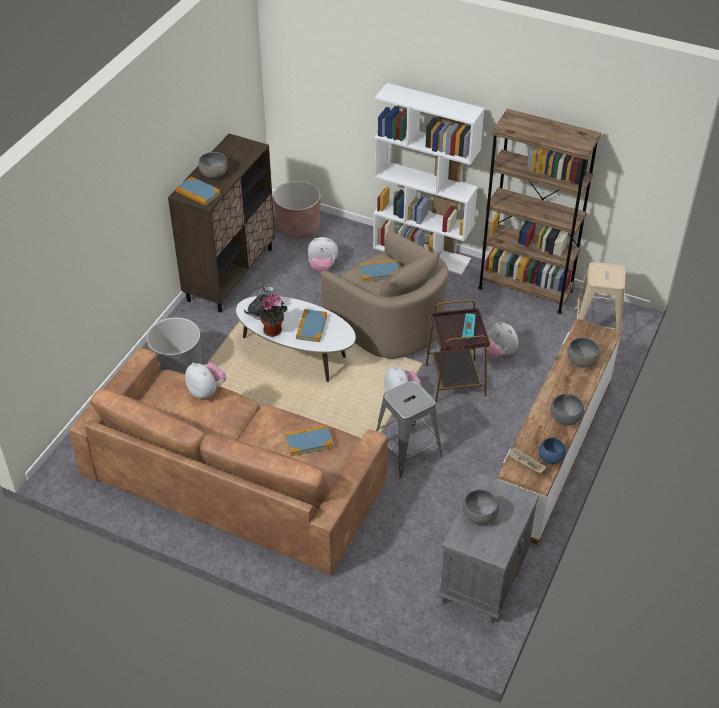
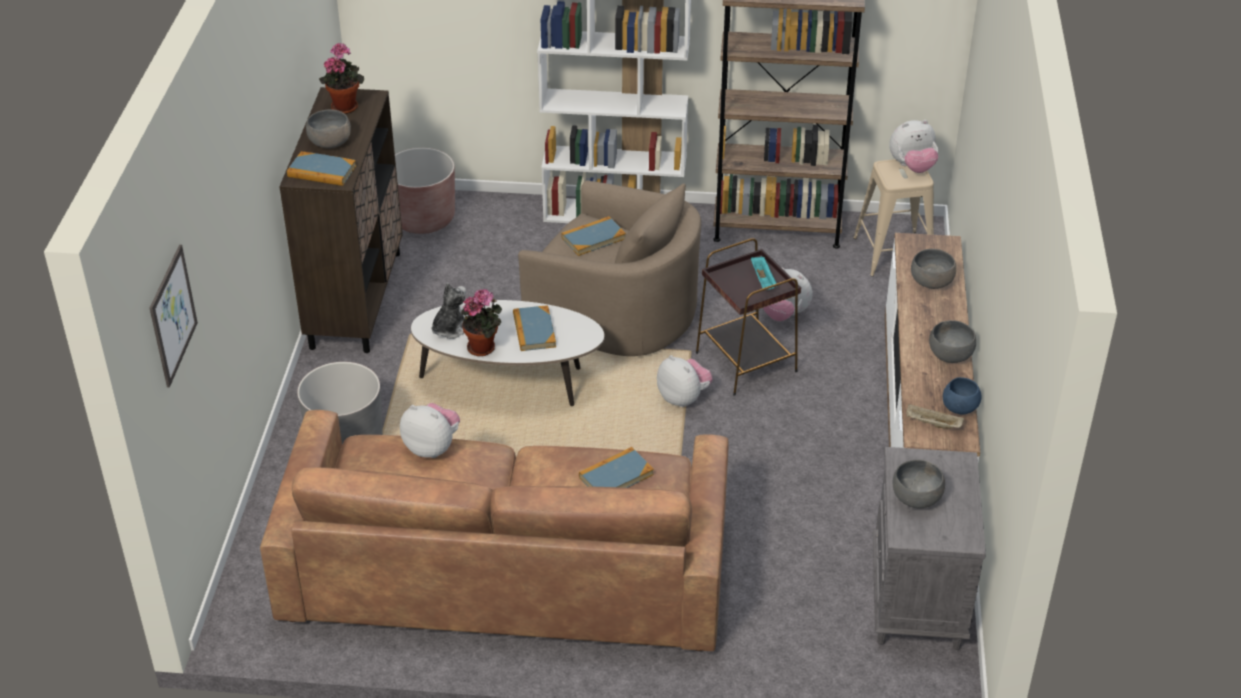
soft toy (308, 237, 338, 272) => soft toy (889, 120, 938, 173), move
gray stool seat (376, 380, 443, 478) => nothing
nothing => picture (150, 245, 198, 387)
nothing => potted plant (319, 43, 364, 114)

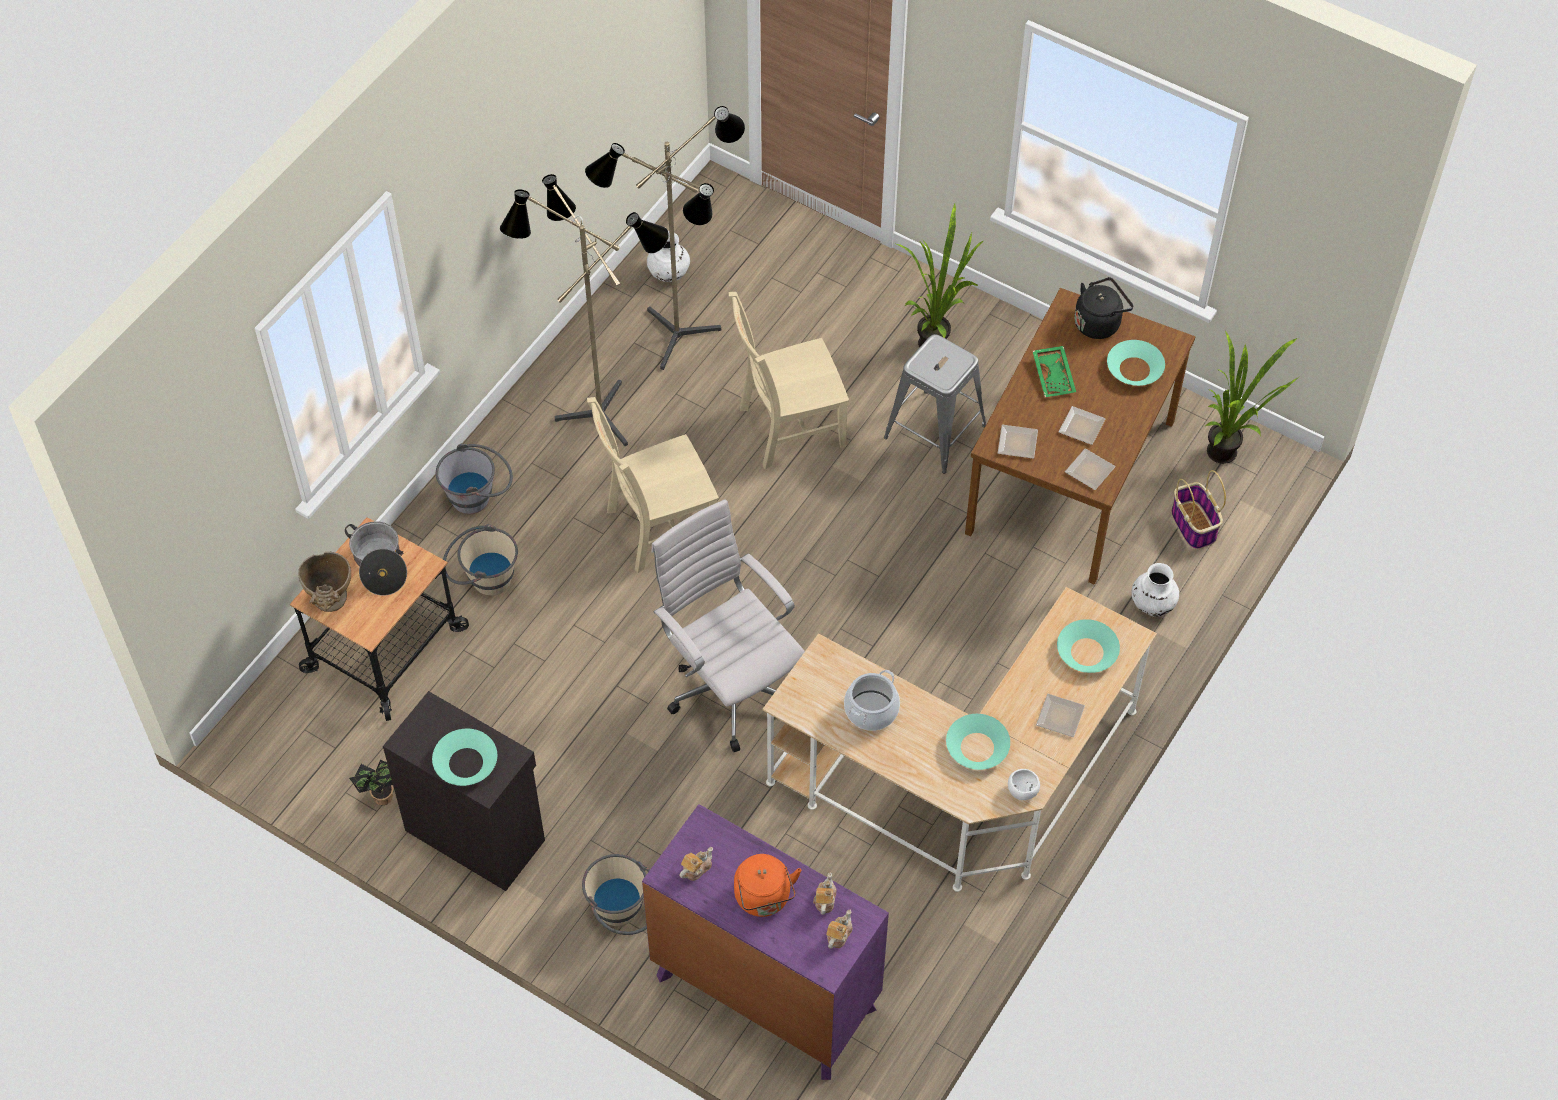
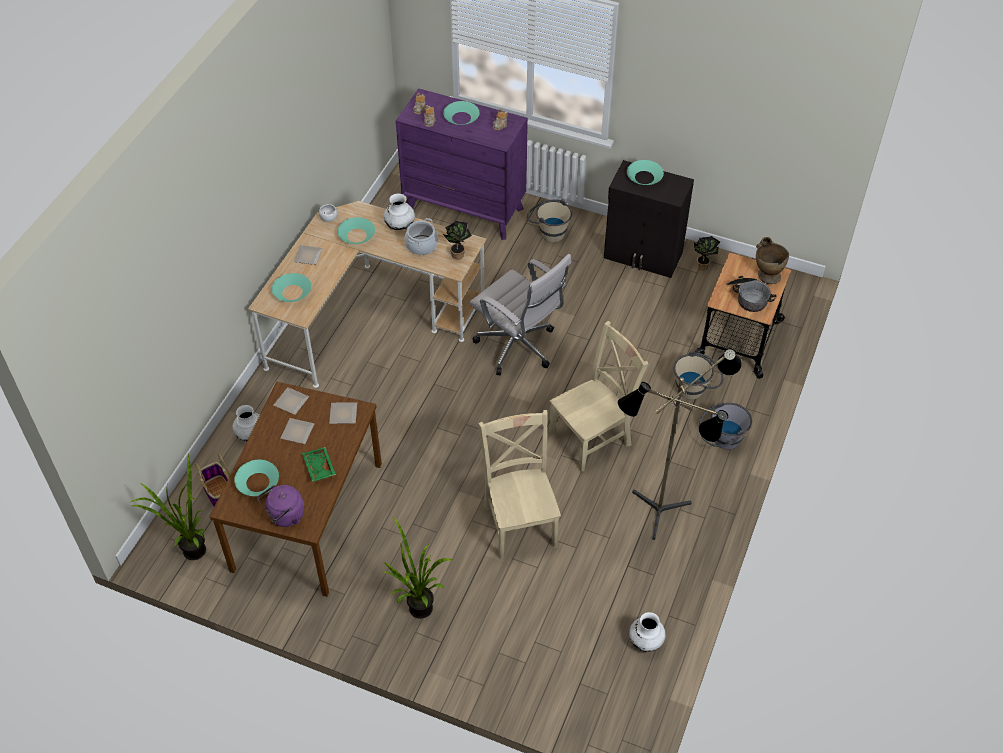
standard lamp (585, 106, 745, 370) => nothing
beige-coloured chair (729, 292, 849, 469) => beige-coloured chair (478, 410, 561, 559), 75 degrees counterclockwise
orange-coloured kettle (734, 854, 801, 917) => turquoise-coloured serving bowl (443, 101, 480, 125)
gray stool seat (884, 334, 986, 474) => nothing
blackish kettle (1074, 277, 1133, 339) => purple kettle (257, 485, 304, 527)
nothing => white-coloured vase (384, 193, 415, 231)
nothing => potted plant (443, 221, 472, 260)

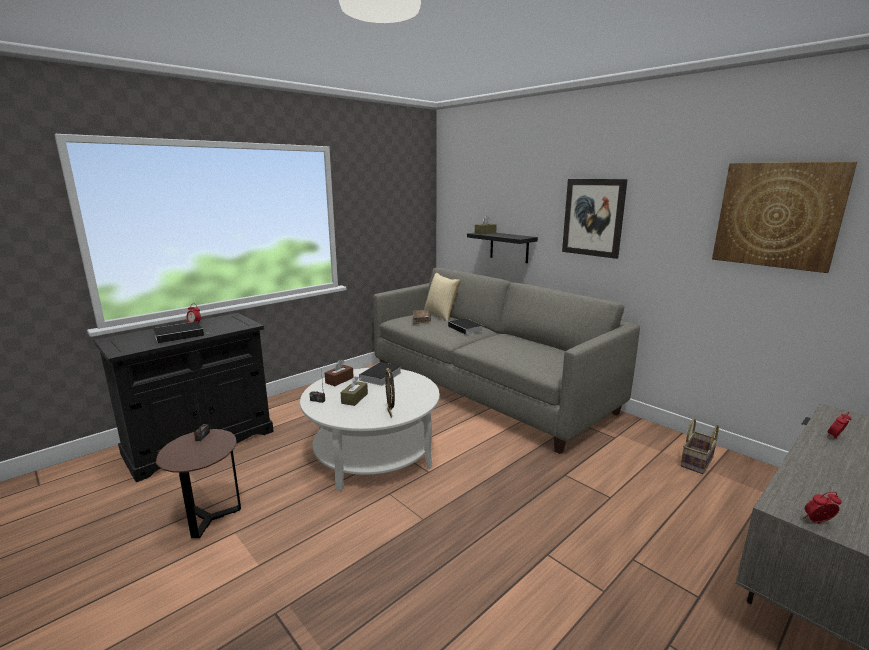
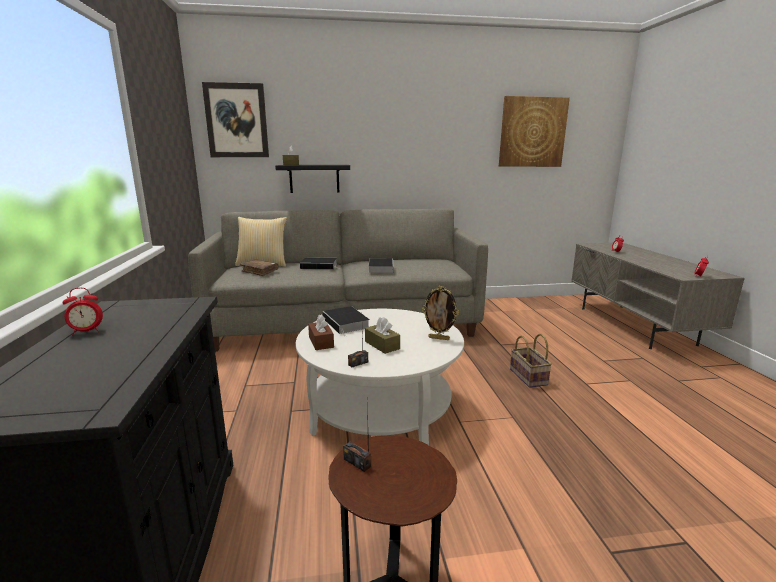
volume (153, 322, 212, 343) => volume (368, 258, 394, 273), move
picture (562, 179, 628, 259) => picture (202, 82, 269, 157), move
basket (680, 418, 719, 474) => basket (510, 334, 552, 388), move

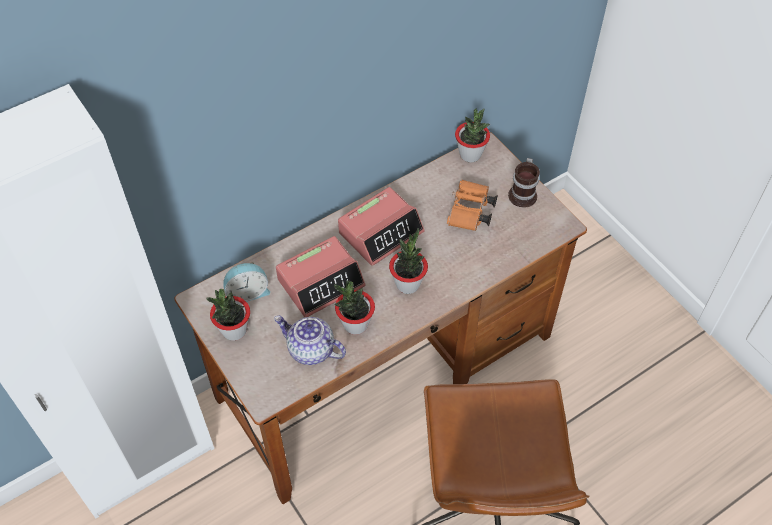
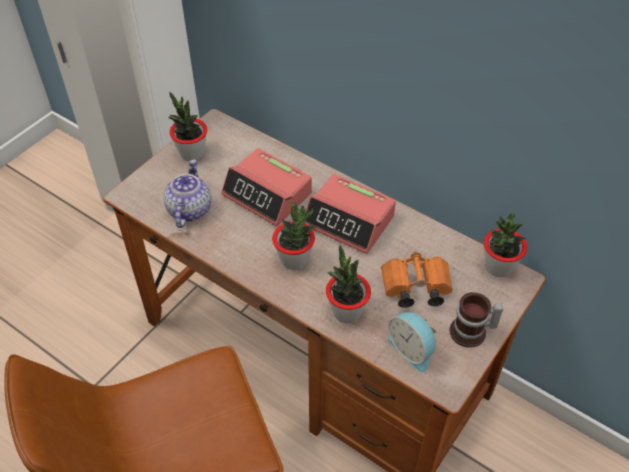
alarm clock (223, 262, 270, 302) => alarm clock (387, 312, 437, 373), move
potted plant (334, 280, 375, 335) => potted plant (326, 245, 371, 323), move

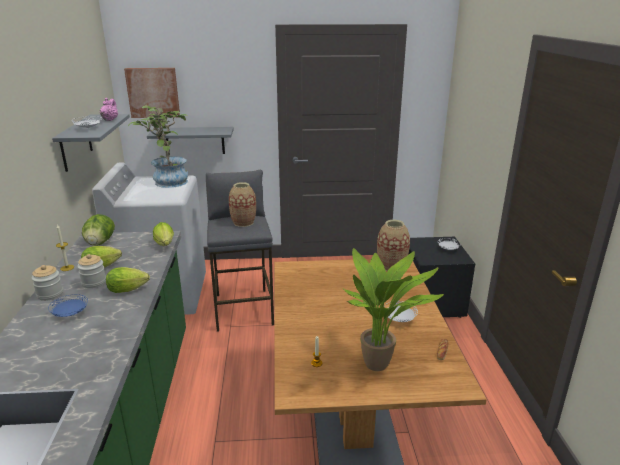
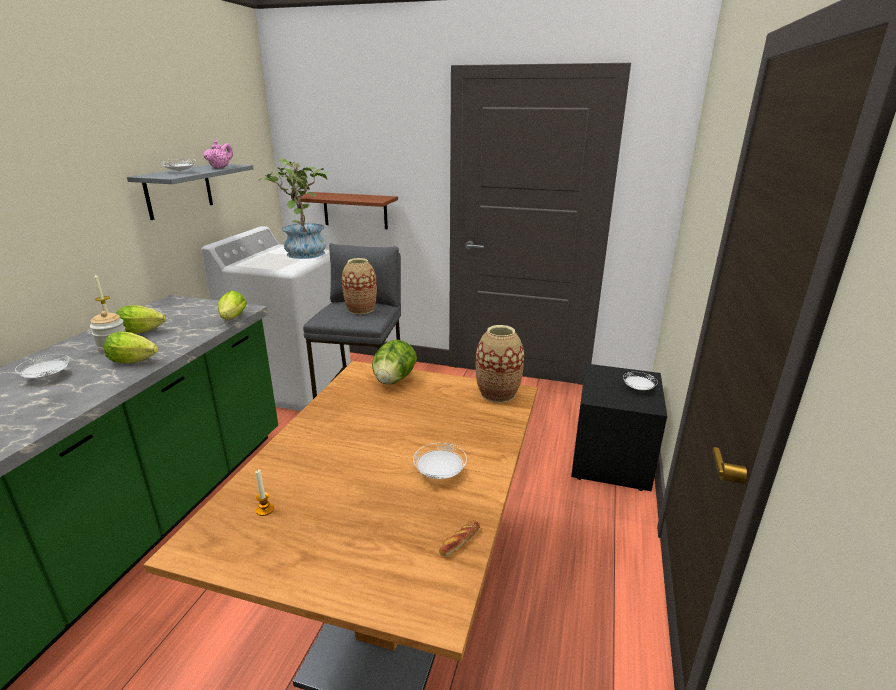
preserve jar (32, 265, 63, 301) => nothing
bluish plate (48, 294, 88, 317) => white-coloured plate (15, 354, 69, 379)
head of lettuce (82, 214, 115, 246) => head of lettuce (372, 340, 417, 385), move
picture (124, 68, 180, 118) => nothing
gray wall shelf (147, 127, 234, 154) => brown-coloured wall shelf (296, 192, 398, 229)
potted plant (344, 248, 444, 371) => nothing

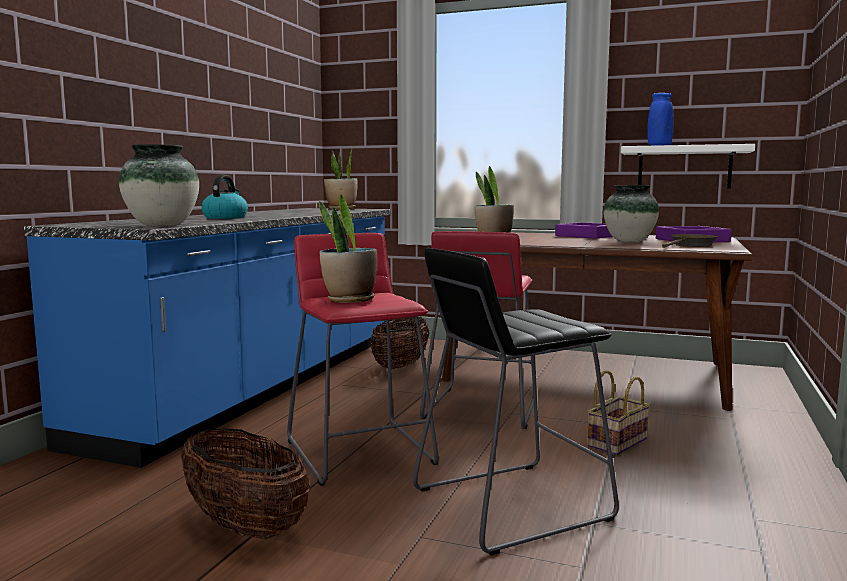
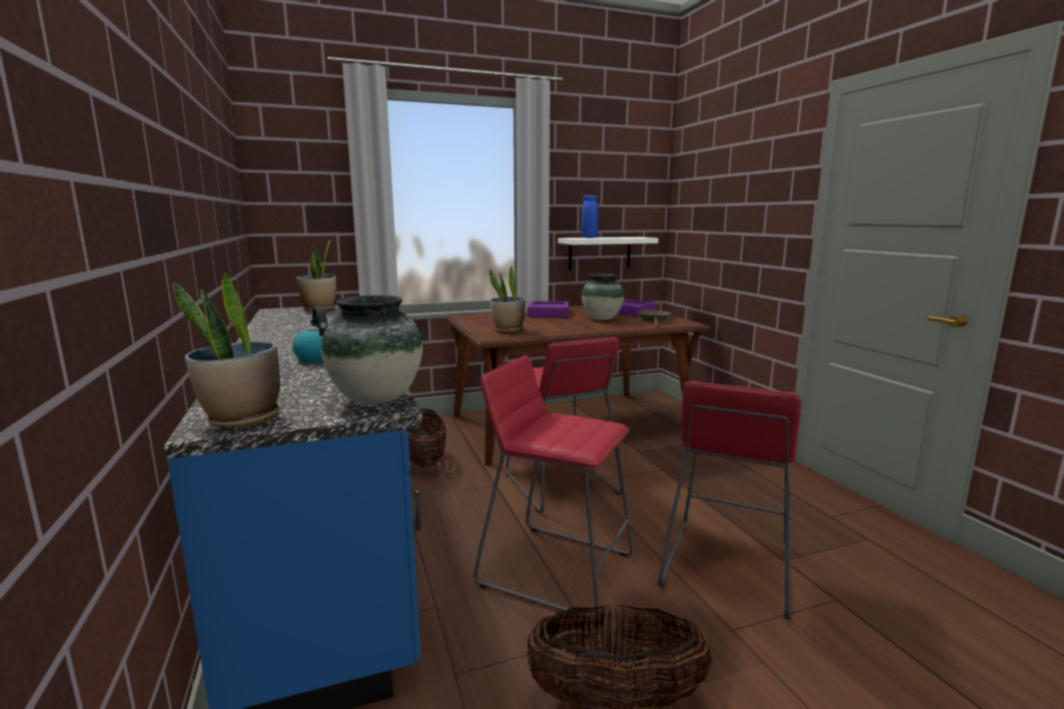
potted plant (319, 194, 377, 303) => potted plant (173, 273, 280, 428), move
blackish stool seat (413, 248, 619, 556) => reddish stool seat (657, 381, 801, 620)
basket (587, 370, 650, 455) => nothing

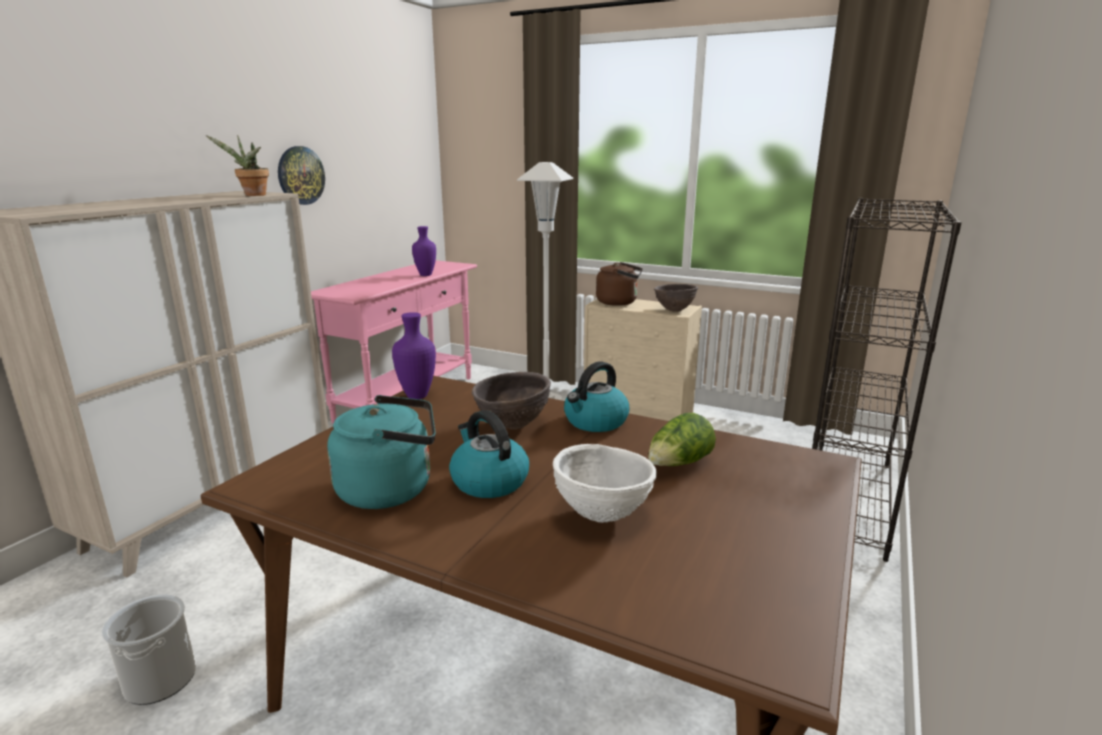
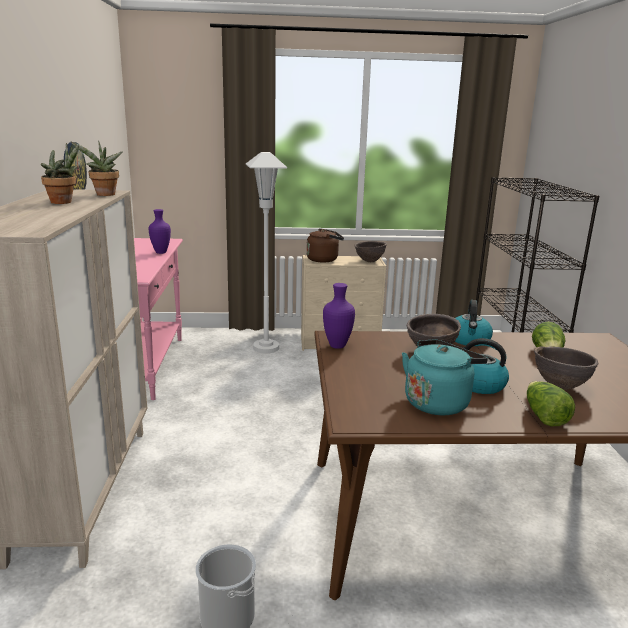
white-coloured serving bowl (553, 444, 657, 523) => brown-coloured serving bowl (534, 347, 598, 390)
nothing => potted plant (41, 143, 79, 204)
nothing => head of lettuce (527, 381, 575, 426)

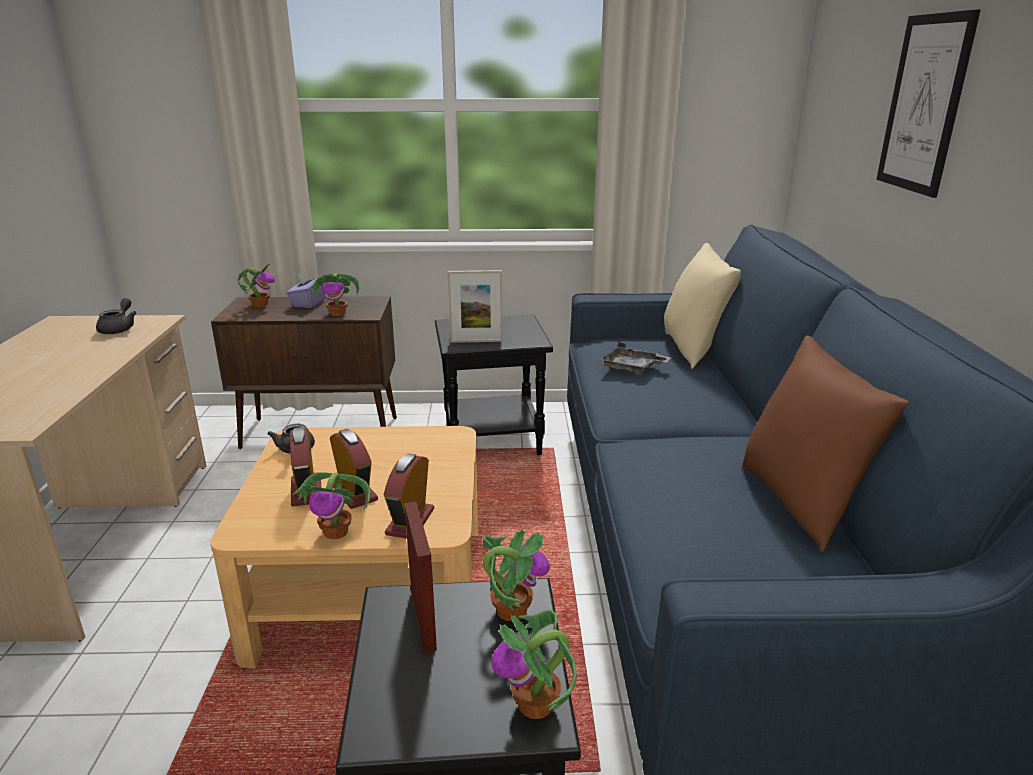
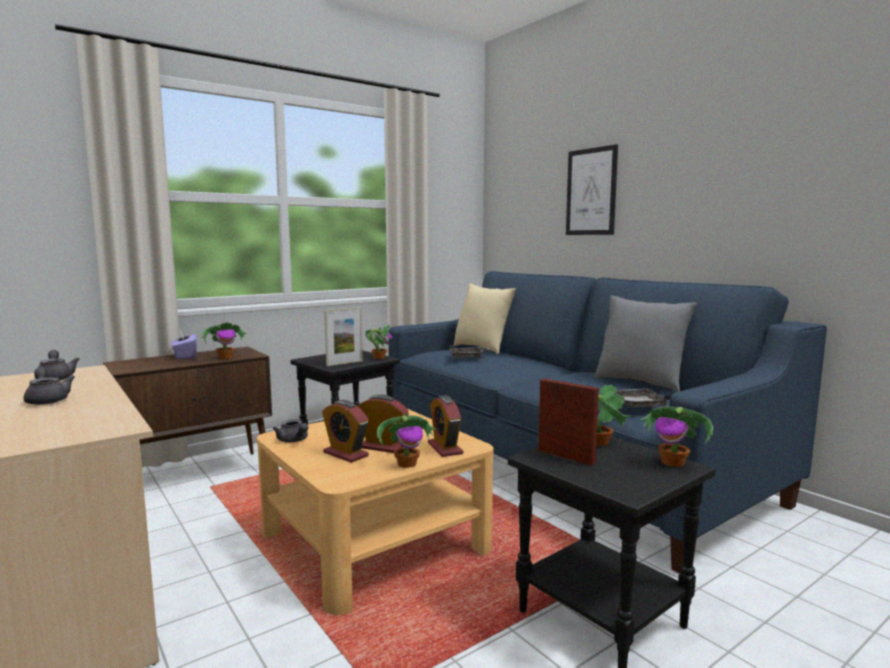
potted plant (237, 264, 275, 307) => potted plant (365, 324, 393, 359), move
brown-coloured throw pillow (742, 335, 909, 552) => gray throw pillow (594, 296, 697, 392)
nothing => gray tea pot (24, 367, 75, 405)
nothing => gray carrying tray (615, 389, 671, 407)

